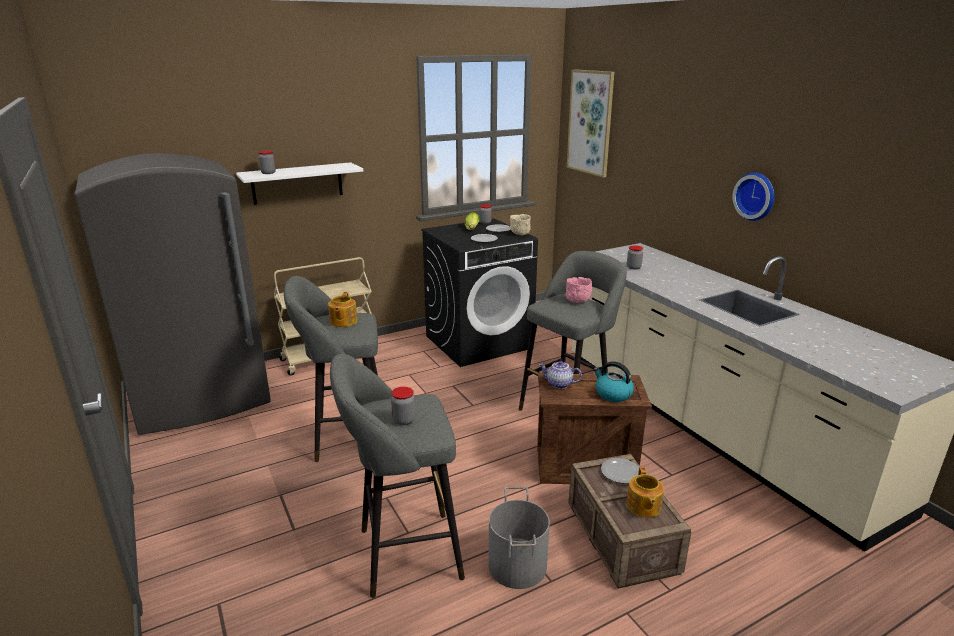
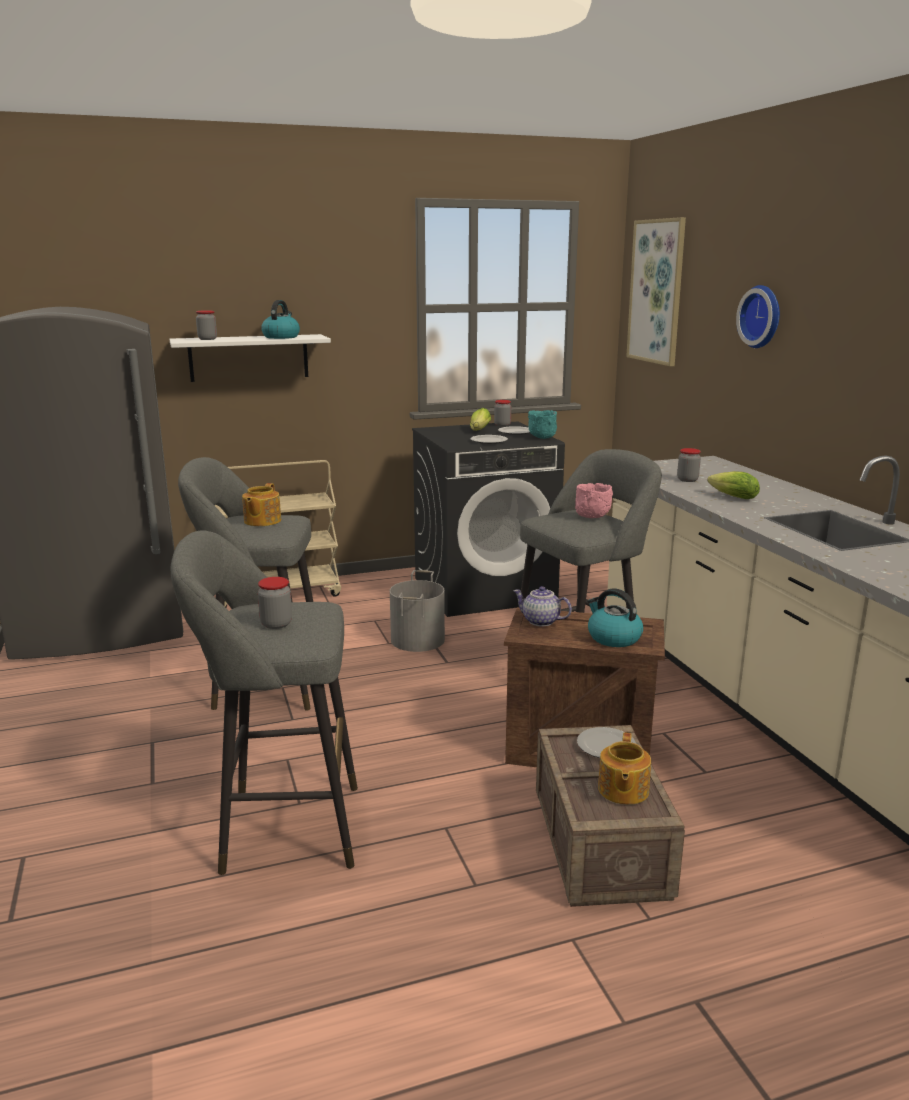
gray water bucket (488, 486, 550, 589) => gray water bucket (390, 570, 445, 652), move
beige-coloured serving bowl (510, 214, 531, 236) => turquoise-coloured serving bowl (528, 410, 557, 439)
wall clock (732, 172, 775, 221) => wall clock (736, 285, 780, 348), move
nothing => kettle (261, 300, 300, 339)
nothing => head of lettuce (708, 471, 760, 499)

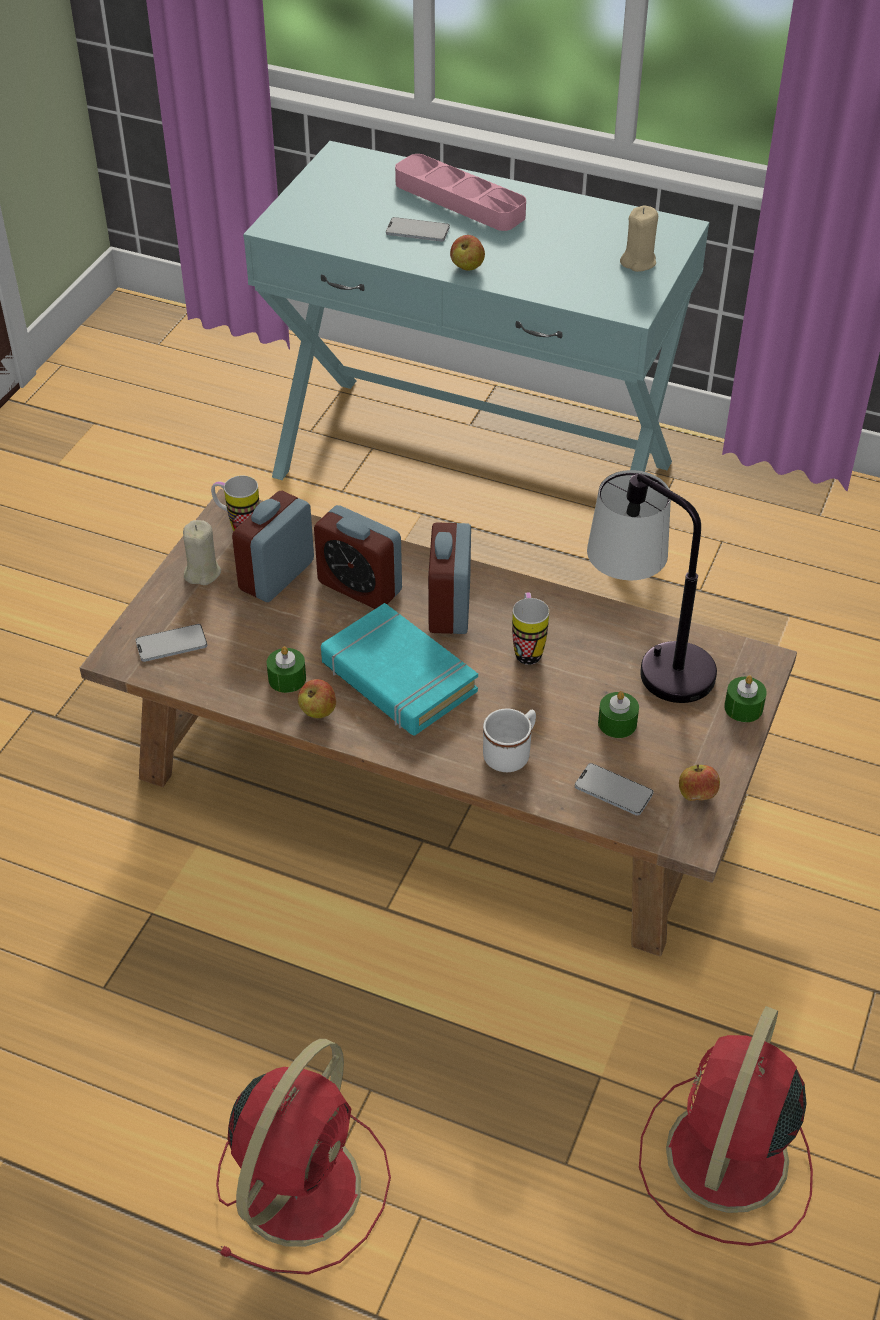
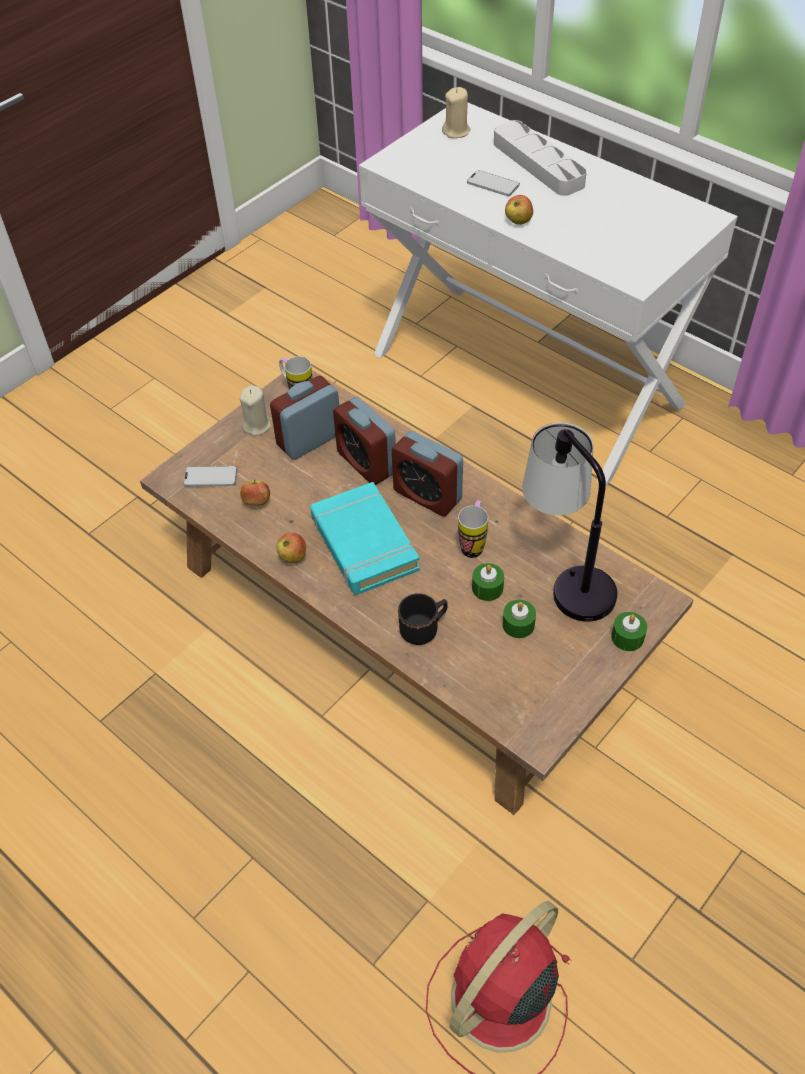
reddish electric fan (216, 1039, 391, 1275) => nothing
turquoise-coloured console table (243, 141, 709, 480) => white-coloured console table (359, 103, 738, 485)
greenish wax candle (267, 646, 306, 693) => greenish wax candle (472, 563, 504, 601), move
pinkish carrying tray (395, 154, 526, 231) => gray carrying tray (494, 120, 587, 196)
alarm clock (428, 522, 471, 634) => alarm clock (392, 431, 463, 517), 75 degrees counterclockwise
white-coloured coffee mug (483, 709, 536, 772) => blackish coffee mug (398, 593, 448, 645)
phone (575, 763, 653, 816) => nothing
beige-coloured wax candle (620, 205, 658, 272) => beige-coloured wax candle (442, 87, 470, 138), move
apple (679, 765, 720, 801) => apple (240, 479, 270, 506), move

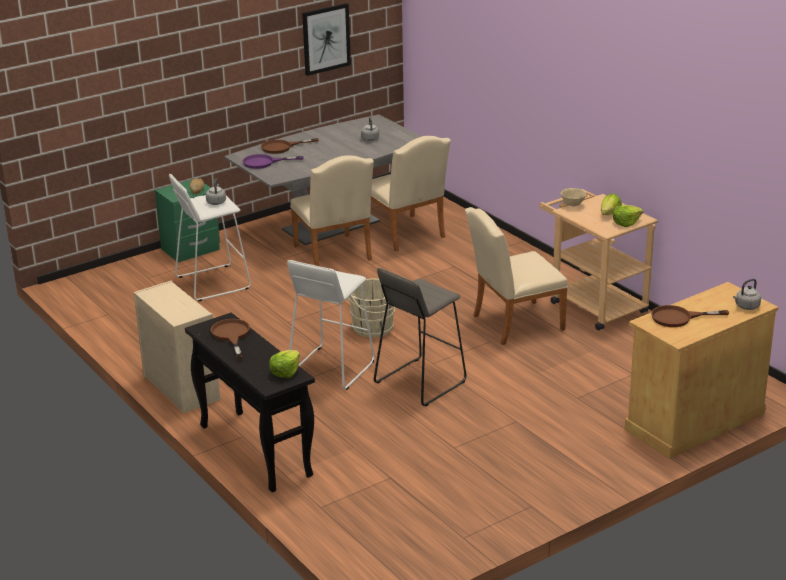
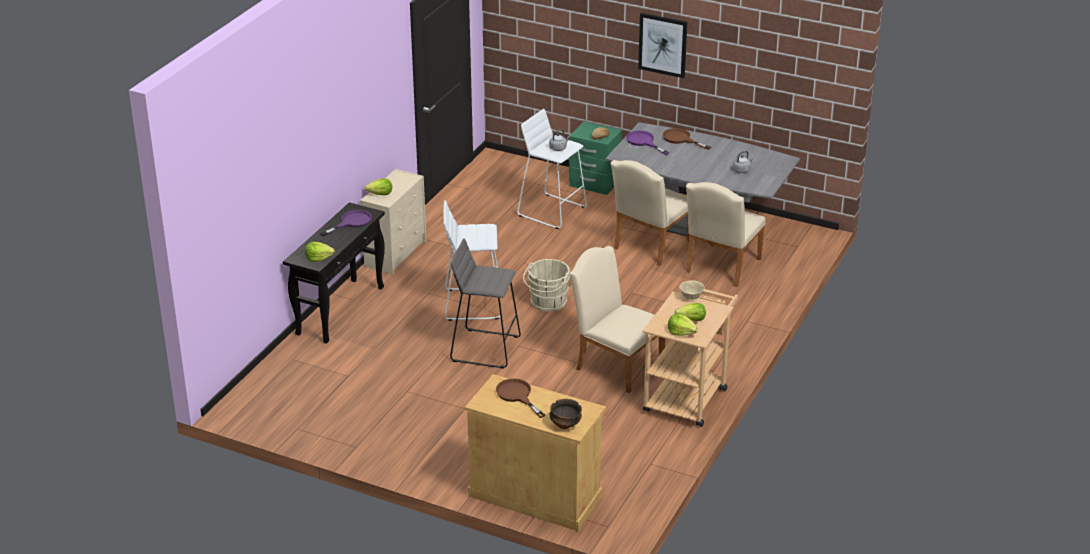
brown-coloured pan (211, 319, 250, 359) => purple pan (320, 210, 372, 236)
picture (302, 3, 351, 76) => picture (638, 13, 687, 78), move
gray kettle (733, 279, 761, 310) => serving bowl (550, 399, 582, 429)
nothing => head of lettuce (365, 178, 392, 195)

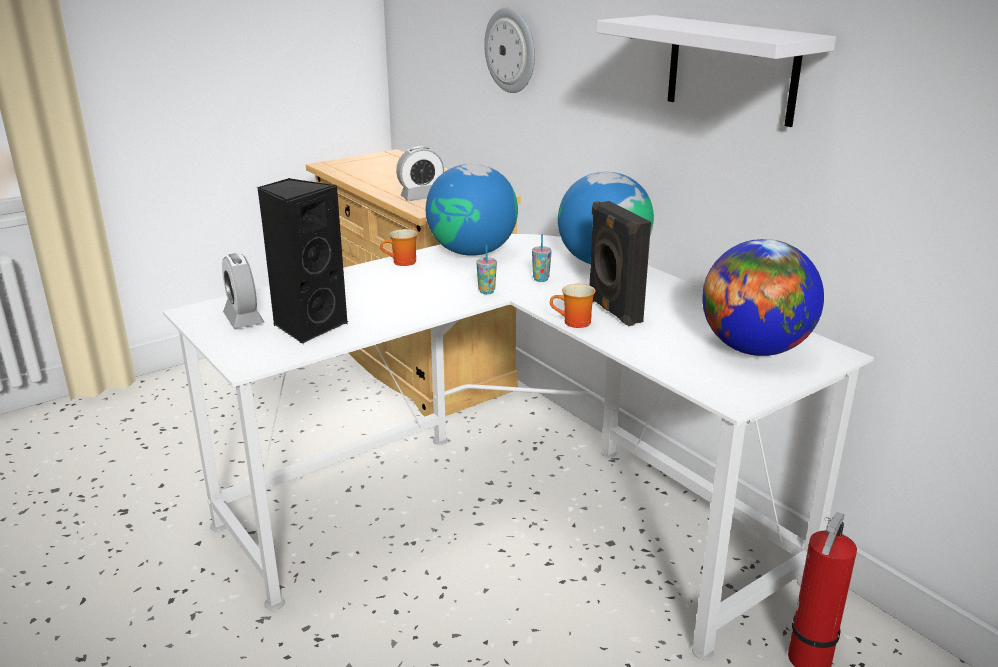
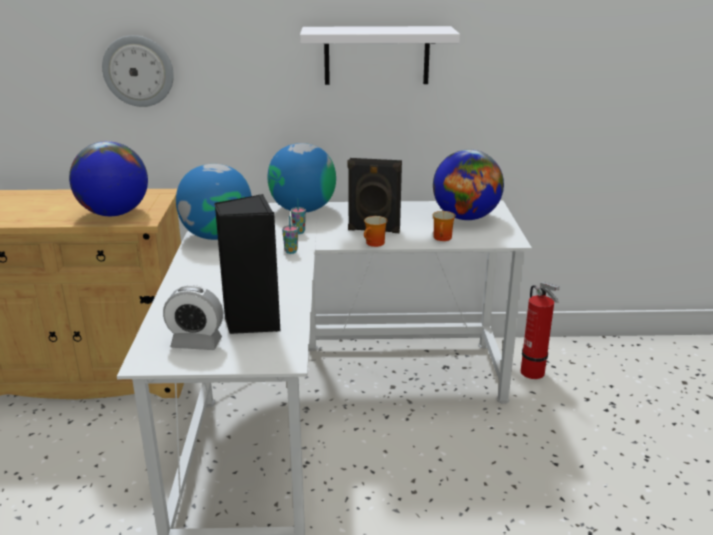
coffee mug (380, 229, 418, 266) => coffee mug (433, 211, 456, 241), move
alarm clock (396, 146, 444, 201) => globe (69, 141, 148, 216)

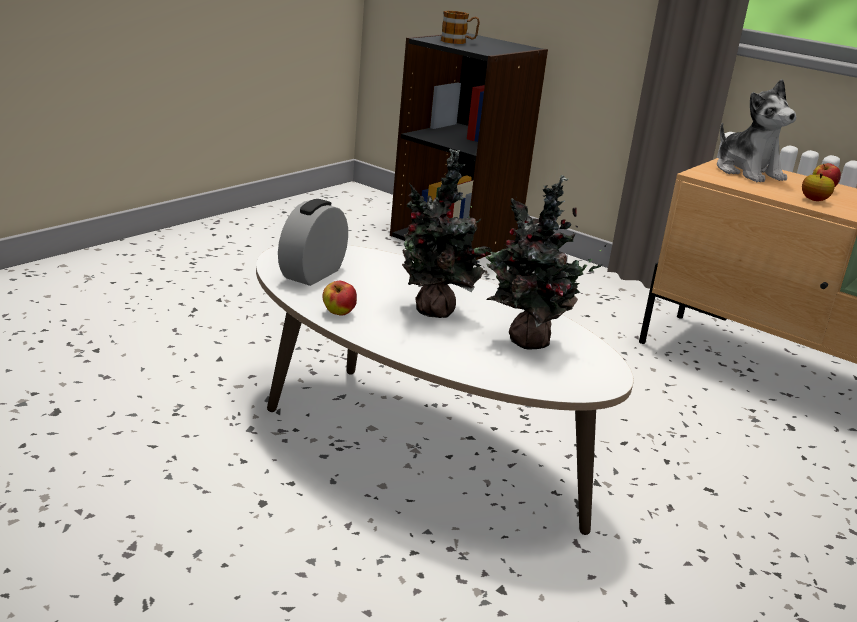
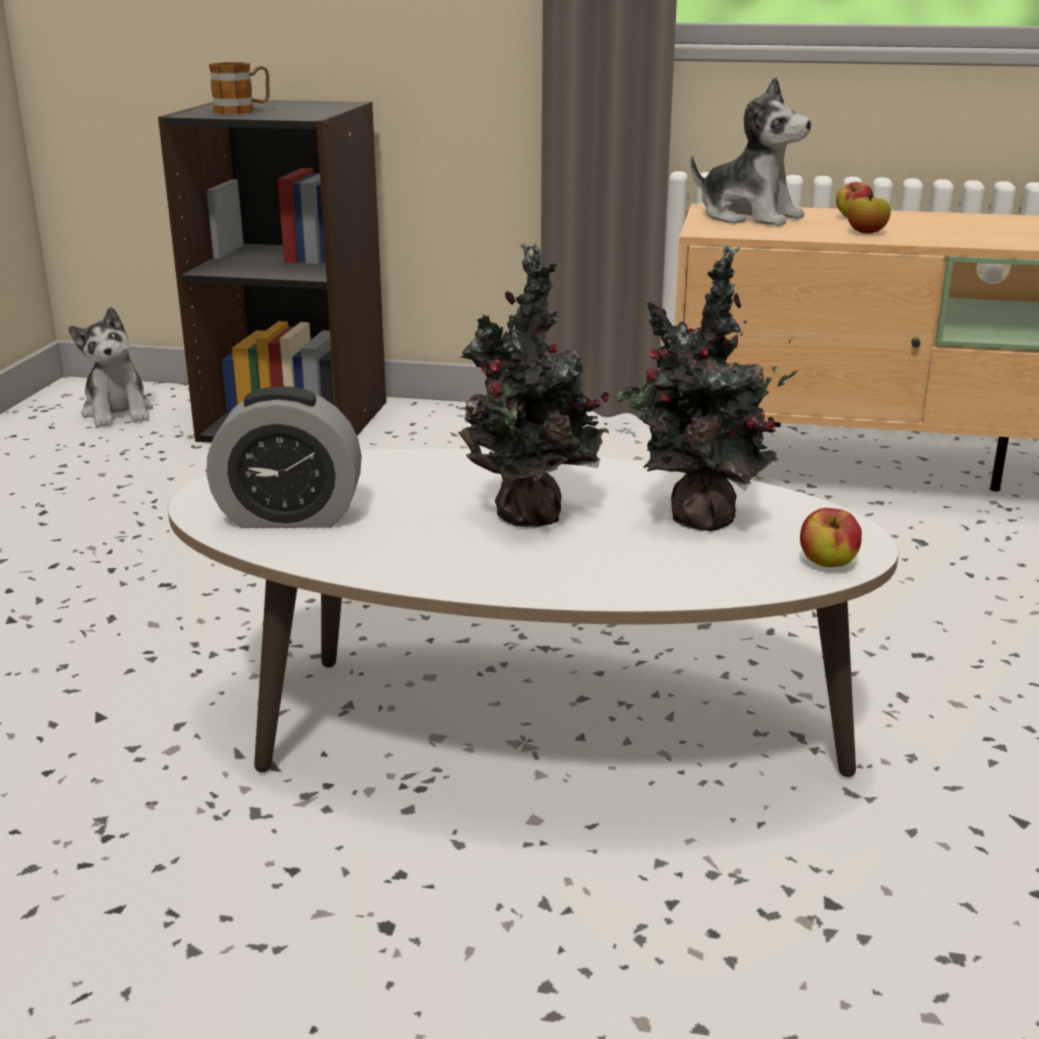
alarm clock (278, 199, 348, 286) => alarm clock (206, 386, 362, 528), 90 degrees counterclockwise
apple (322, 281, 357, 316) => apple (800, 508, 862, 567), move
nothing => soft toy (68, 307, 153, 427)

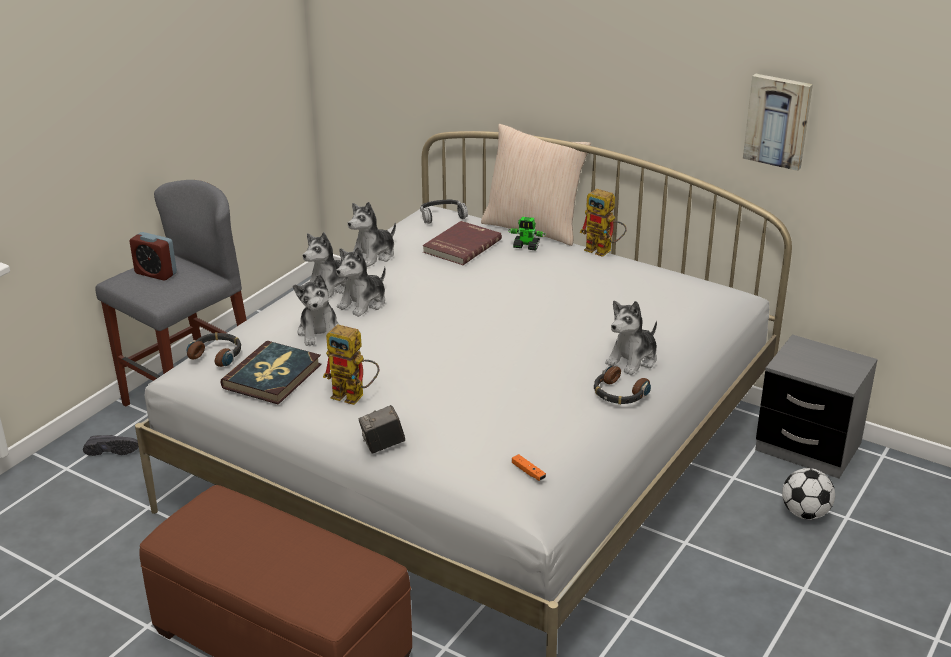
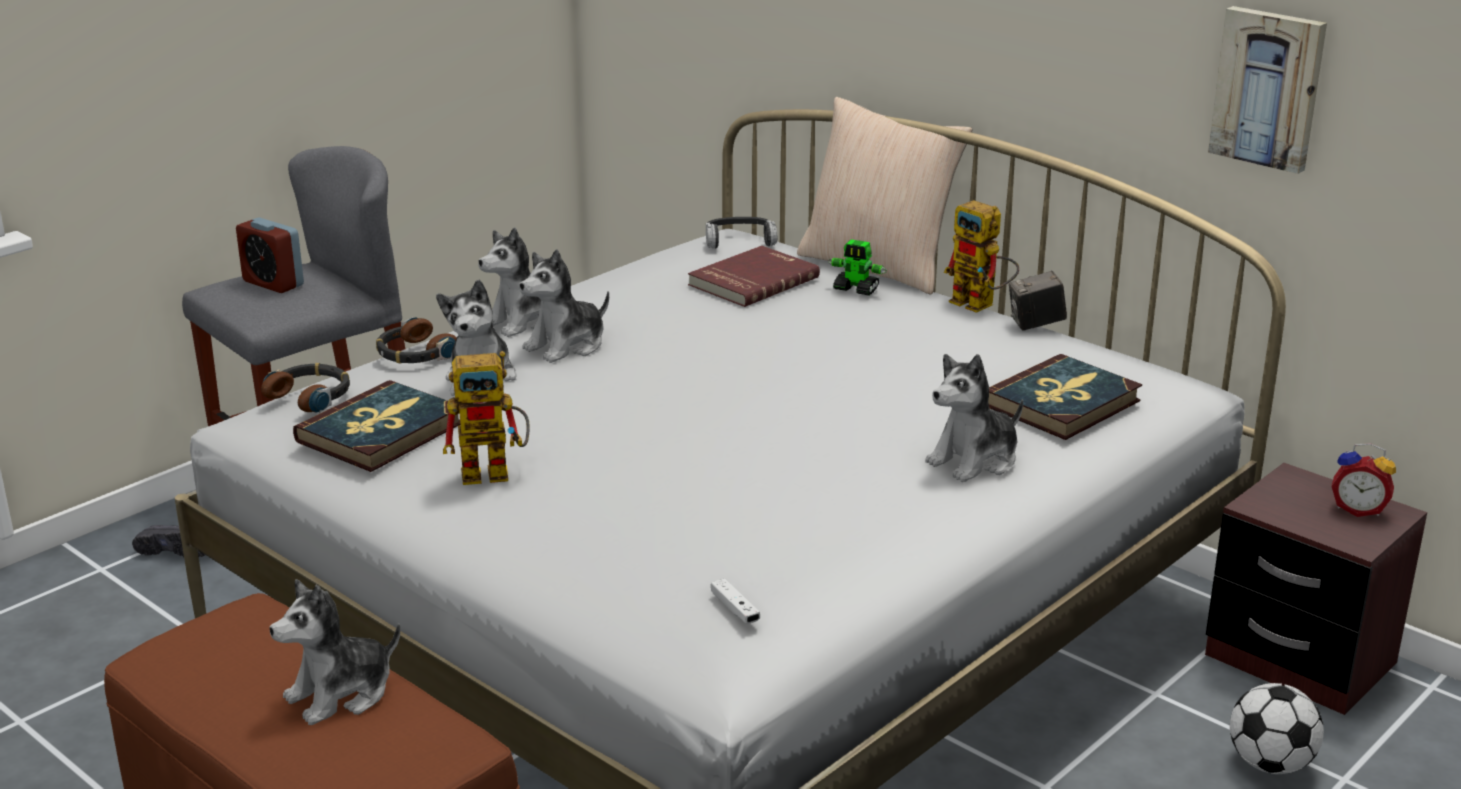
robot figure (323, 324, 379, 405) => robot figure (443, 351, 529, 485), 45 degrees counterclockwise
soft toy (348, 202, 396, 267) => soft toy (269, 579, 400, 725), move
photo camera (359, 405, 405, 453) => photo camera (1009, 271, 1067, 331), move
orange-coloured joypad (512, 454, 546, 481) => white-coloured joypad (711, 578, 760, 624)
pair of headphones (594, 366, 651, 404) => pair of headphones (376, 317, 457, 364), move
gray night table (755, 335, 878, 478) => brown-coloured night table (1205, 463, 1427, 715)
nothing => volume (988, 354, 1142, 440)
nothing => alarm clock (1332, 443, 1396, 517)

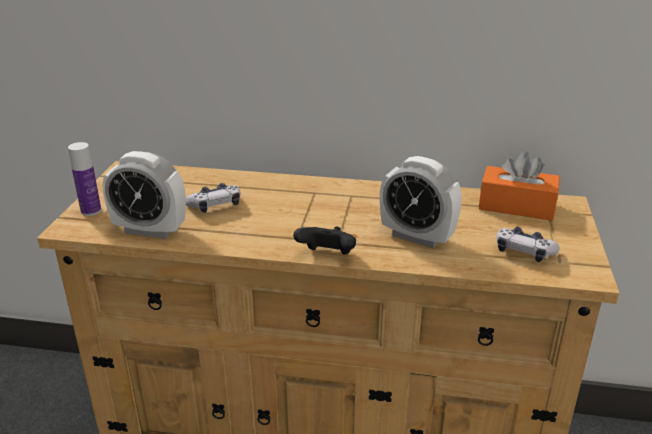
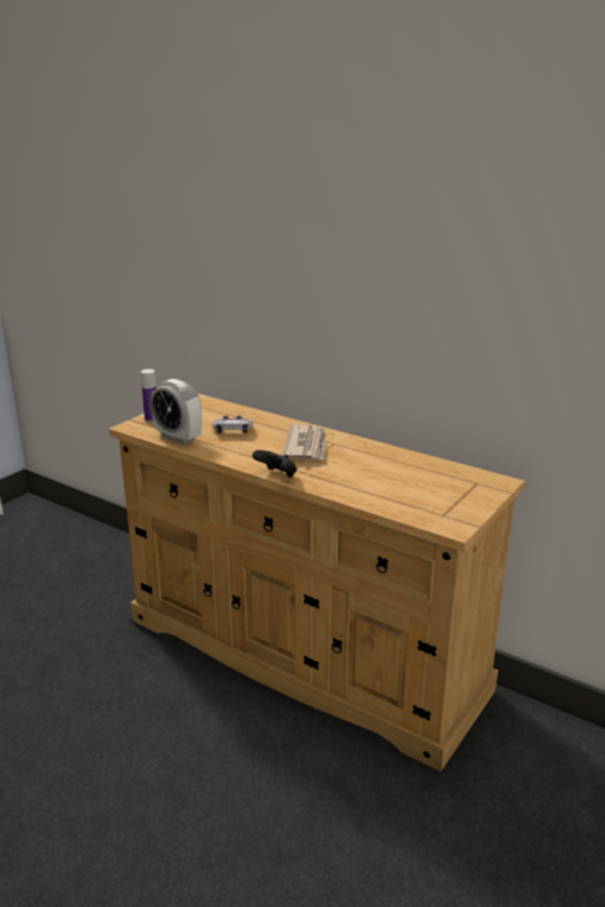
alarm clock (380, 156, 462, 248) => nothing
orange-coloured tissue box (479, 151, 560, 221) => nothing
joypad (496, 227, 560, 262) => nothing
nothing => newspaper (282, 425, 326, 461)

